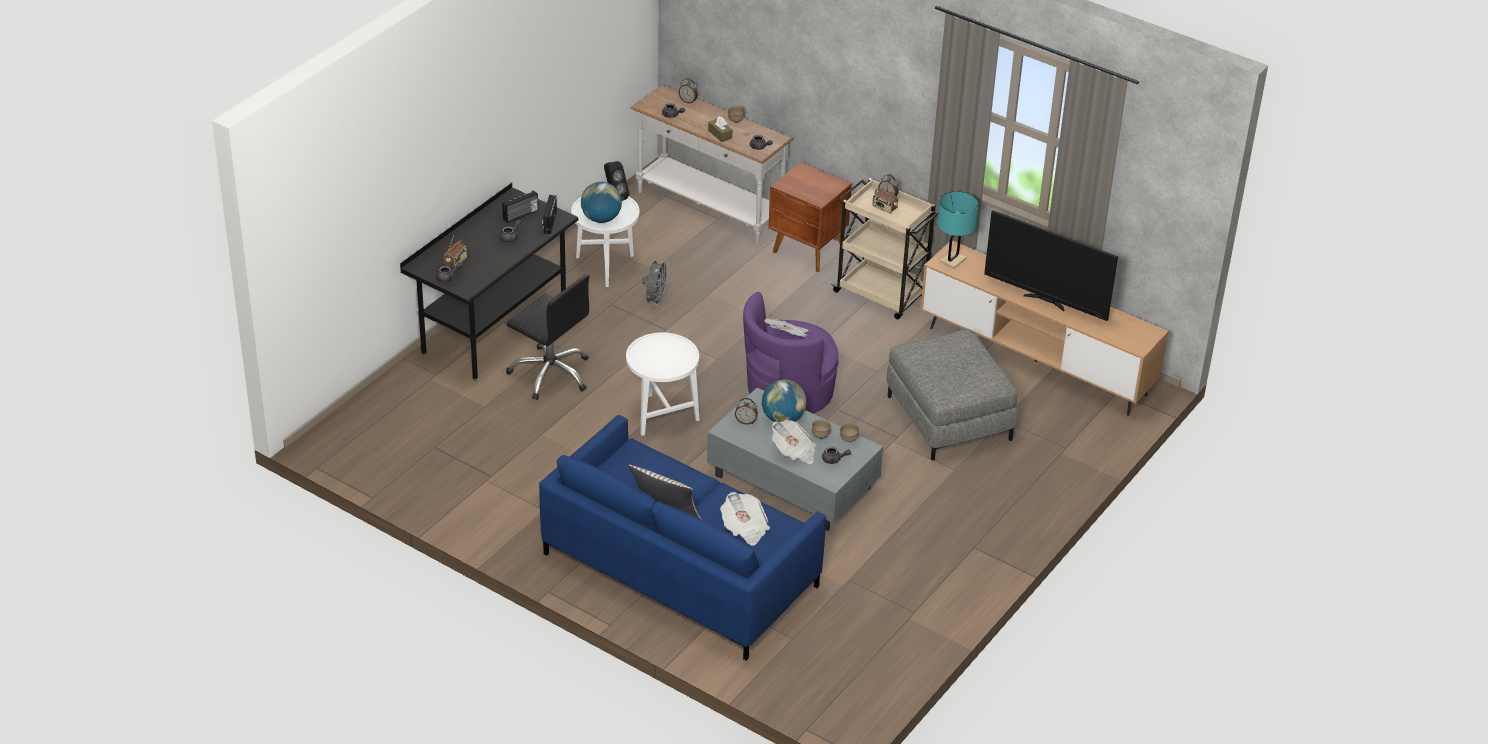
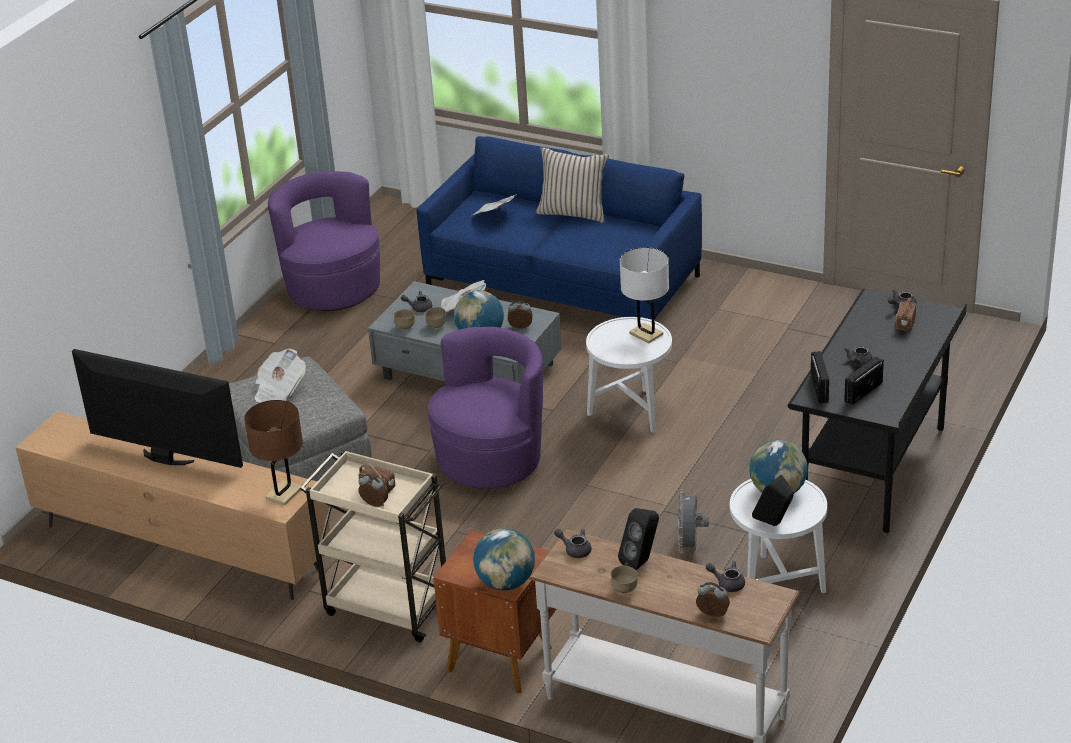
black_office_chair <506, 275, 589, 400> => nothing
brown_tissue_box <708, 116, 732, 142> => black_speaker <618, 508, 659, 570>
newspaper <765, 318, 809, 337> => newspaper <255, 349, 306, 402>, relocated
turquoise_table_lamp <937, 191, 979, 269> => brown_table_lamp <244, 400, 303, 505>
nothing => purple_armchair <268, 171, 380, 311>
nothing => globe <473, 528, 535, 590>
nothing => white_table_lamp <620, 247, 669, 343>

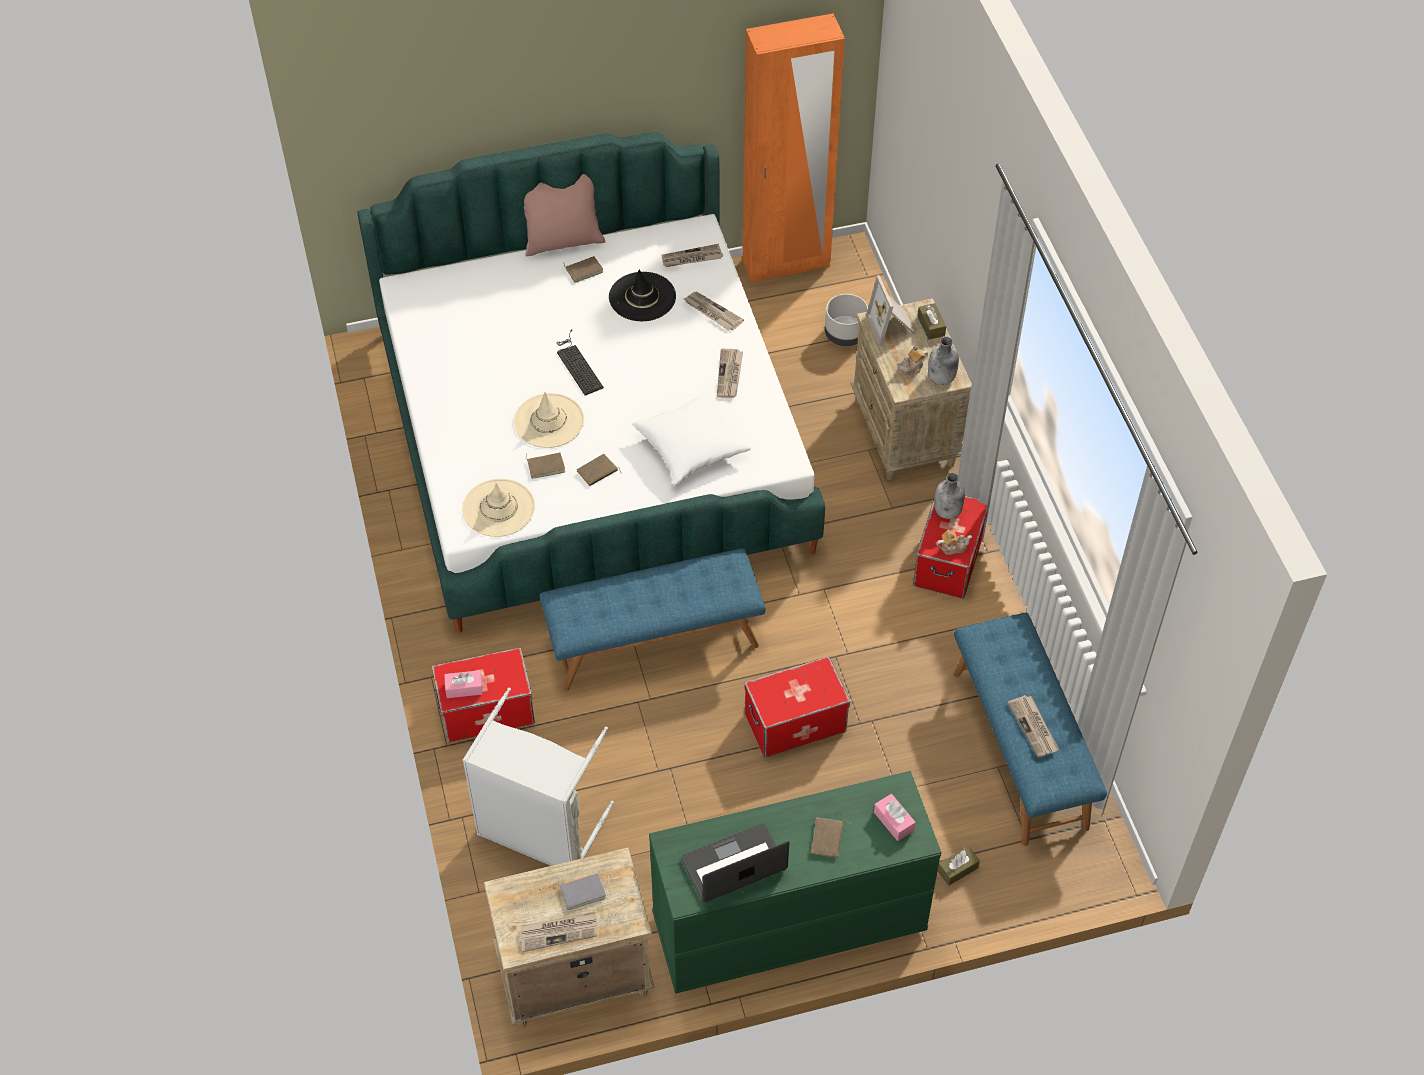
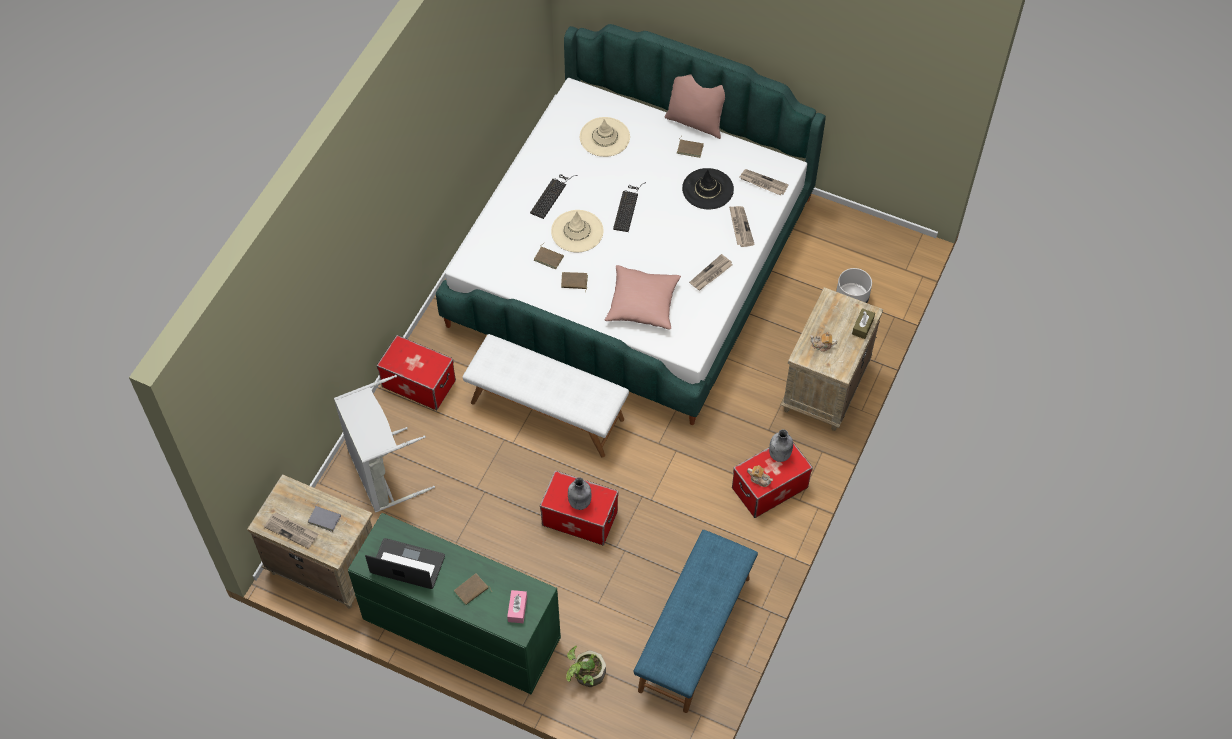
pink_tissue_box <444, 670, 483, 698> => nothing
beige_hat <462, 479, 535, 537> => beige_hat <580, 117, 630, 157>, relocated
blue_bench <539, 548, 766, 691> => white_bench <463, 334, 629, 458>
white_pillow <632, 392, 751, 486> => pink_pillow <605, 265, 681, 330>
orange_wardrobe <743, 13, 845, 283> => nothing
picture_frame <866, 275, 916, 346> => nothing
grey_bottle <928, 337, 959, 385> => grey_bottle <568, 478, 592, 510>, relocated
brown_tissue_box <938, 846, 980, 886> => potted_plant <566, 645, 606, 687>
newspaper <1007, 695, 1059, 757> => nothing
nothing => keyboard <530, 174, 578, 219>

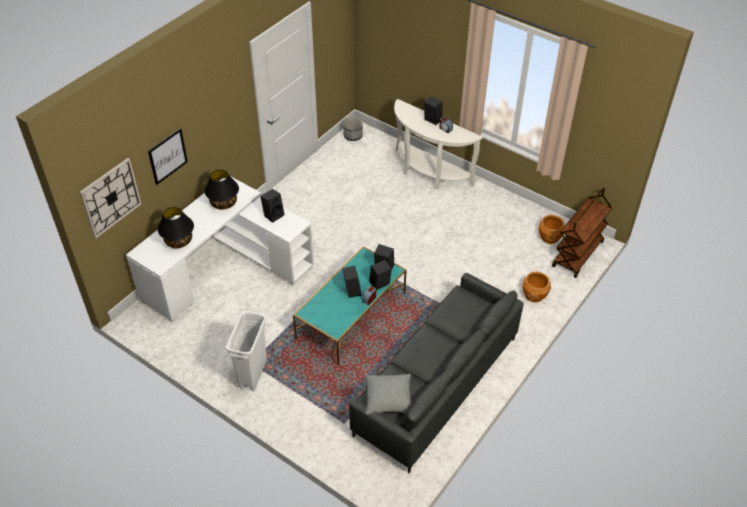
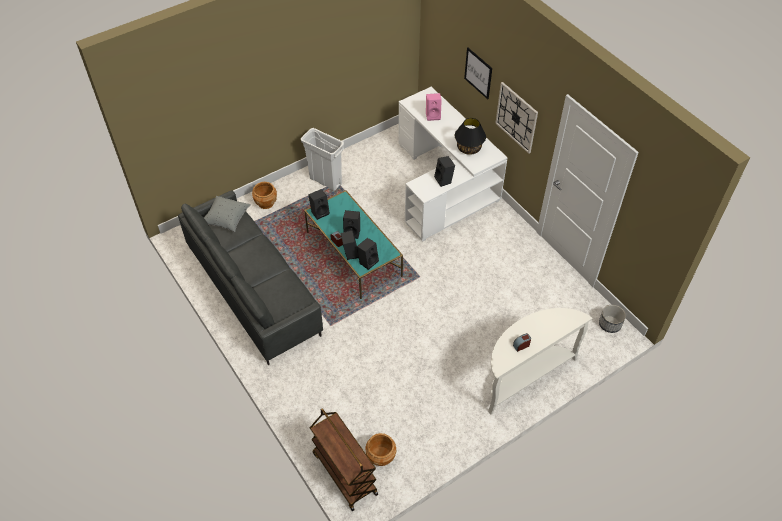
wall_clock <80, 158, 141, 238> => wall_clock <495, 82, 538, 154>, relocated
black_table_lamp <158, 207, 194, 248> => pink_speaker <426, 93, 442, 121>
black_speaker <424, 96, 443, 125> => black_speaker <308, 189, 330, 220>, relocated
brown_planter <523, 272, 551, 302> => brown_planter <252, 182, 277, 209>, relocated

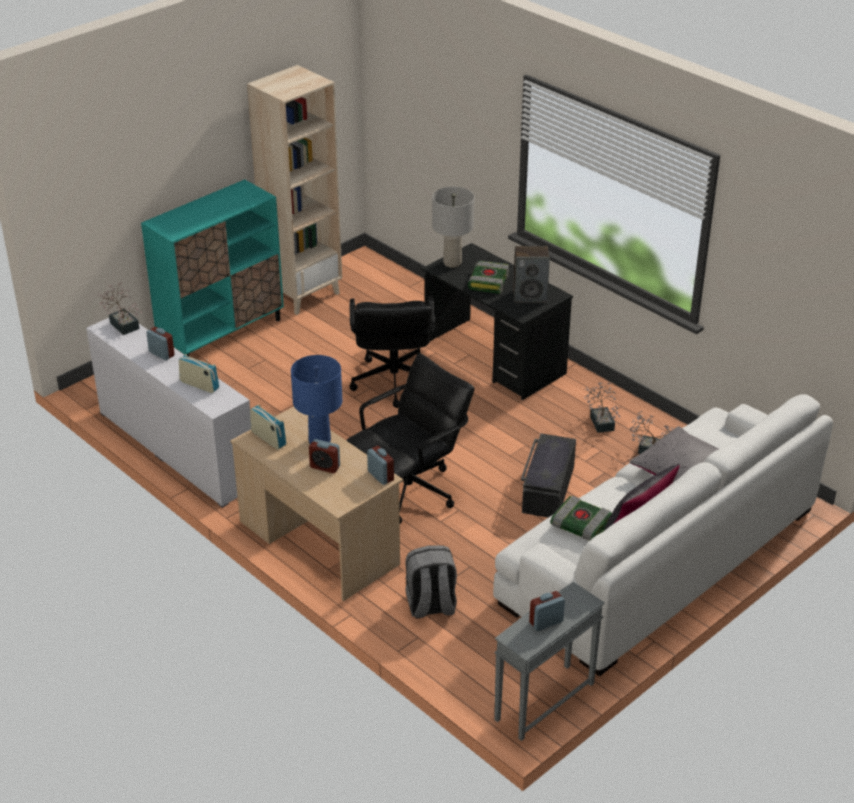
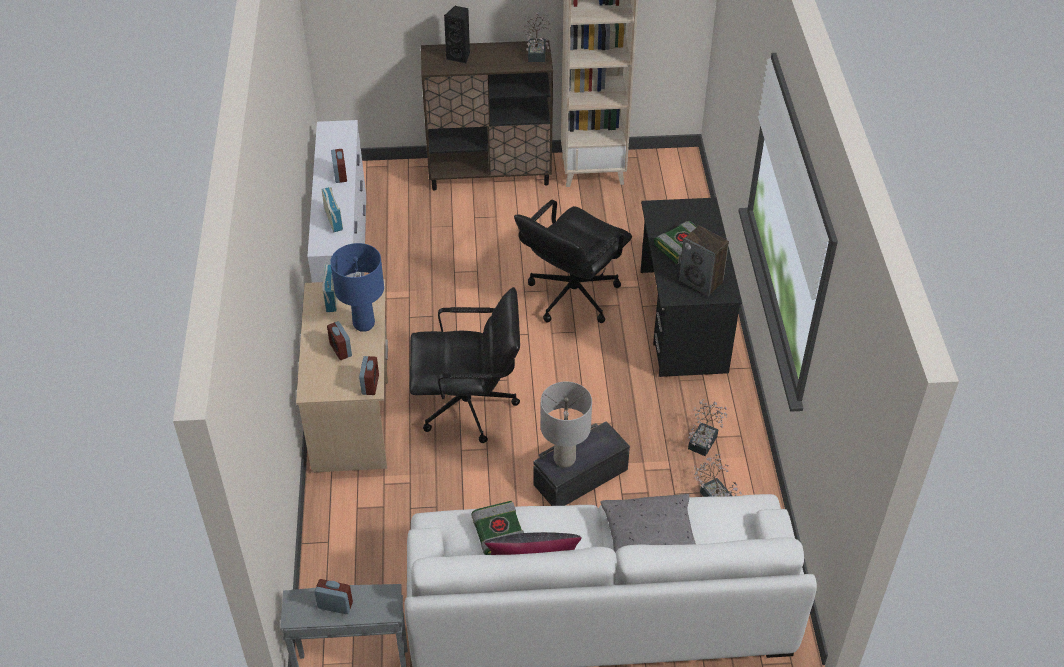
potted_plant <98, 283, 142, 335> => potted_plant <521, 12, 551, 62>, relocated
turquoise_cabinet <141, 179, 284, 356> => brown_cabinet <421, 40, 553, 190>
grey_backpack <405, 545, 457, 619> => nothing
grey_table_lamp <432, 187, 475, 268> => grey_table_lamp <540, 381, 592, 468>, relocated
nothing => black_speaker <444, 6, 470, 64>

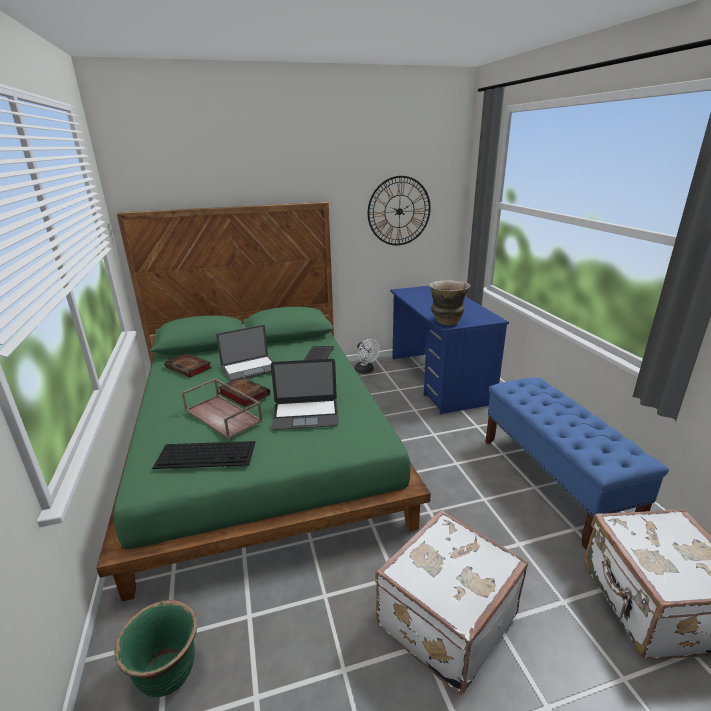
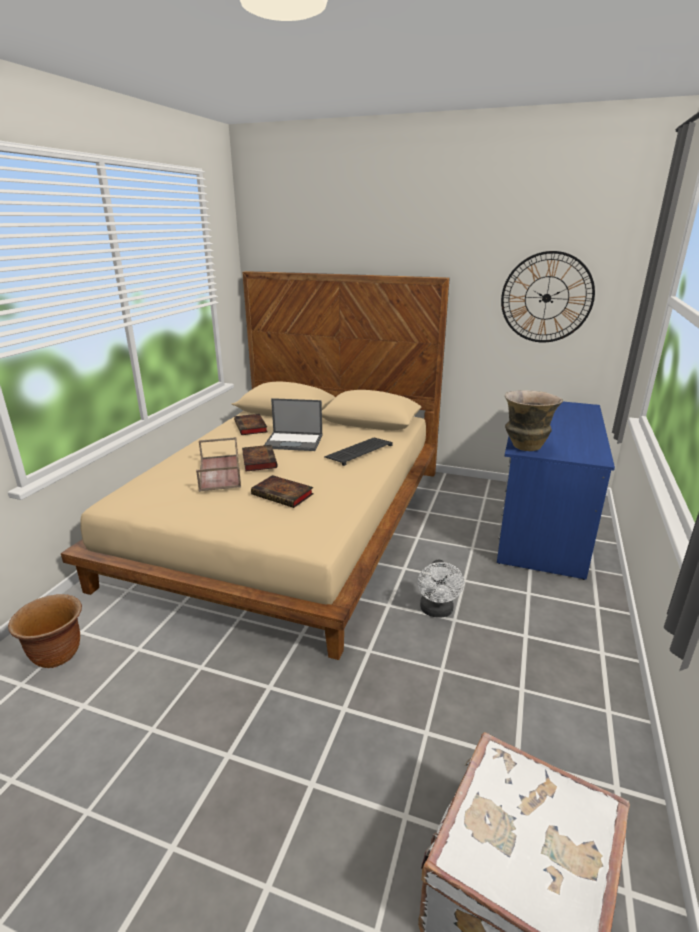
green_bed <96, 202, 431, 602> => beige_bed <61, 271, 450, 660>
green_planter <114, 600, 197, 697> => brown_planter <8, 594, 82, 668>
keyboard <152, 441, 256, 469> => nothing
laptop <271, 359, 339, 430> => book <251, 475, 314, 508>
white_fan <355, 339, 380, 374> => white_fan <418, 560, 464, 618>, relocated
white_suitcase <375, 510, 528, 694> => nothing
blue_bench <486, 377, 669, 549> => nothing

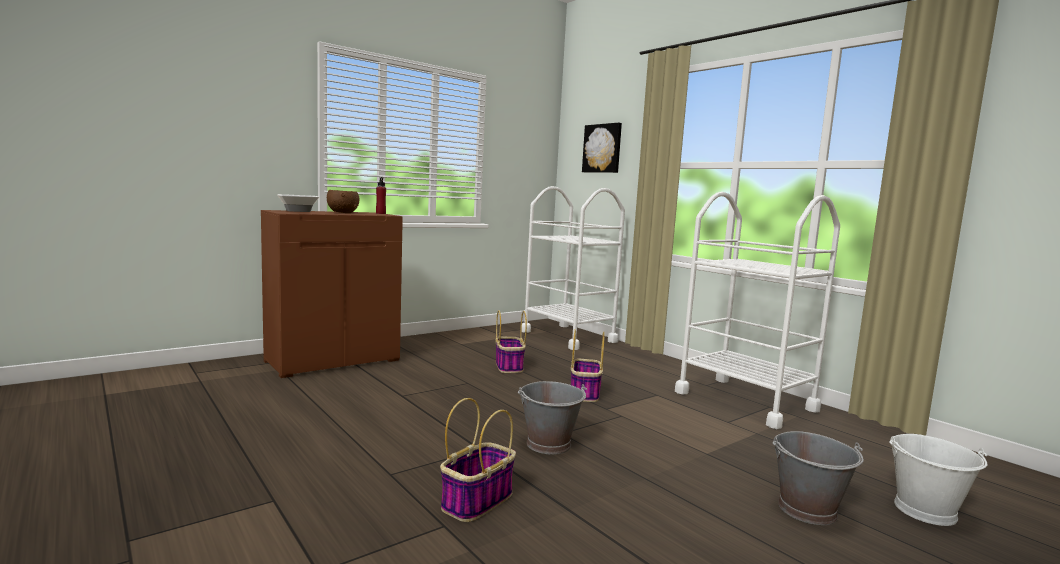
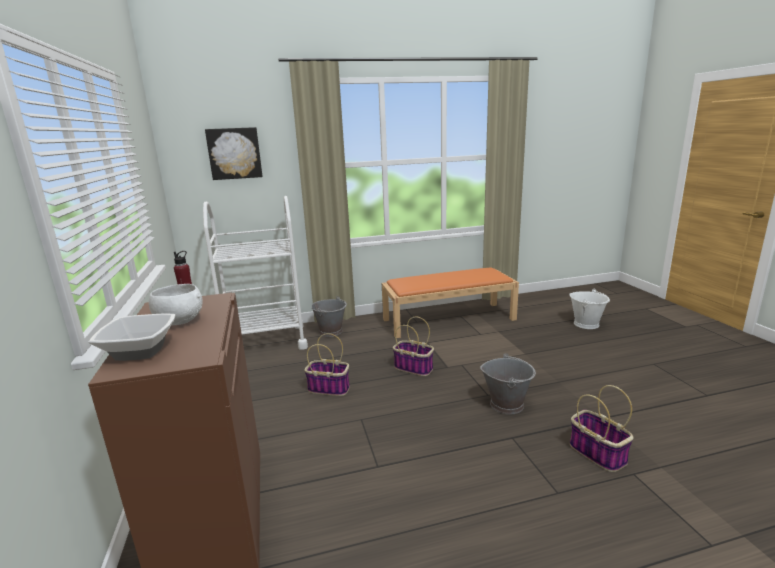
brown_bowl <327, 190, 360, 213> => white_bowl <149, 284, 203, 325>
white_cart <675, 192, 840, 429> => orange_bench <382, 267, 519, 338>
grey_bucket <772, 431, 864, 525> => grey_bucket <311, 296, 347, 337>, relocated

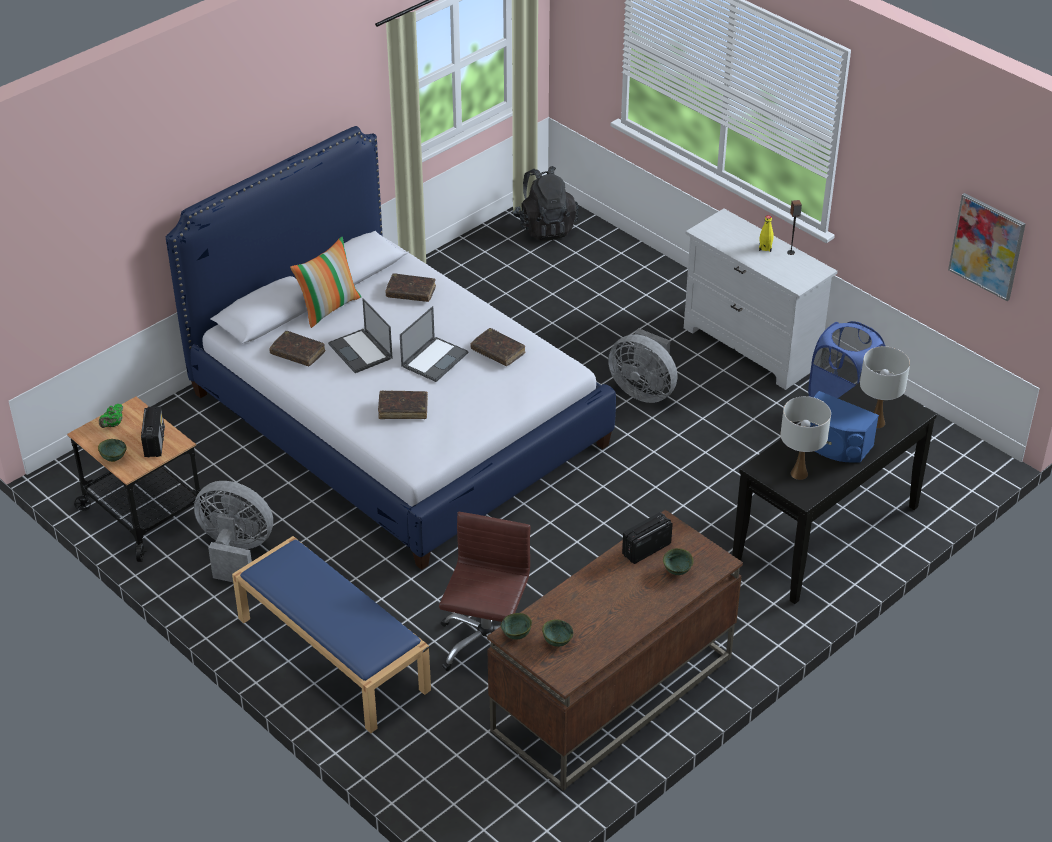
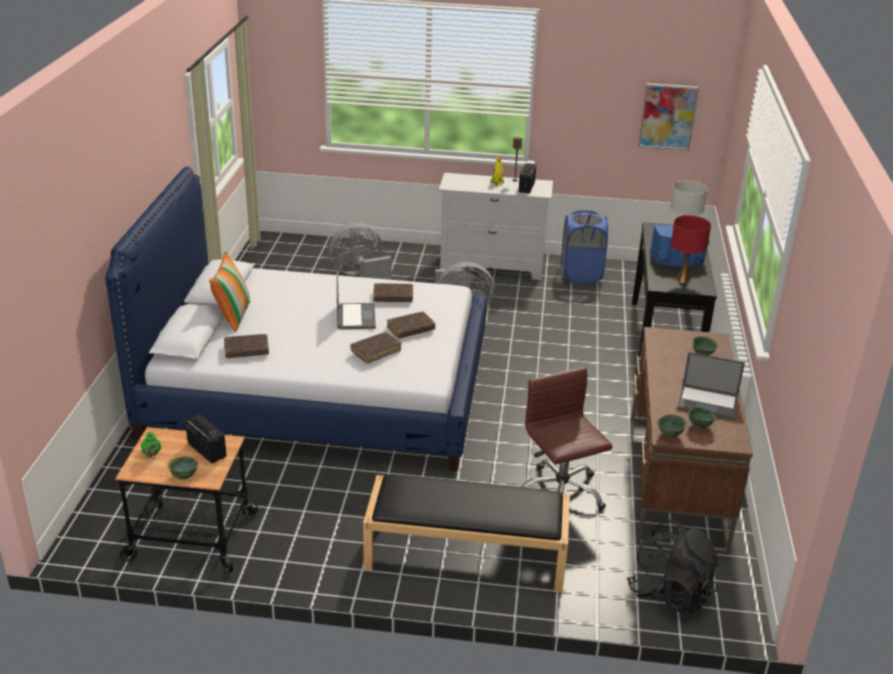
grey_fan <194, 481, 273, 582> => grey_fan <328, 223, 391, 280>, relocated
blue_bench <232, 536, 431, 733> => black_bench <363, 474, 570, 592>
laptop <328, 298, 392, 373> => laptop <677, 352, 745, 420>, relocated
brown_book <385, 273, 436, 302> => brown_book <387, 312, 436, 338>, relocated
black_backpack <513, 166, 578, 241> => black_backpack <627, 519, 721, 614>, relocated
radio <622, 512, 673, 564> => radio <518, 163, 536, 194>, relocated
white_table_lamp <781, 396, 831, 480> => red_table_lamp <671, 215, 711, 283>

